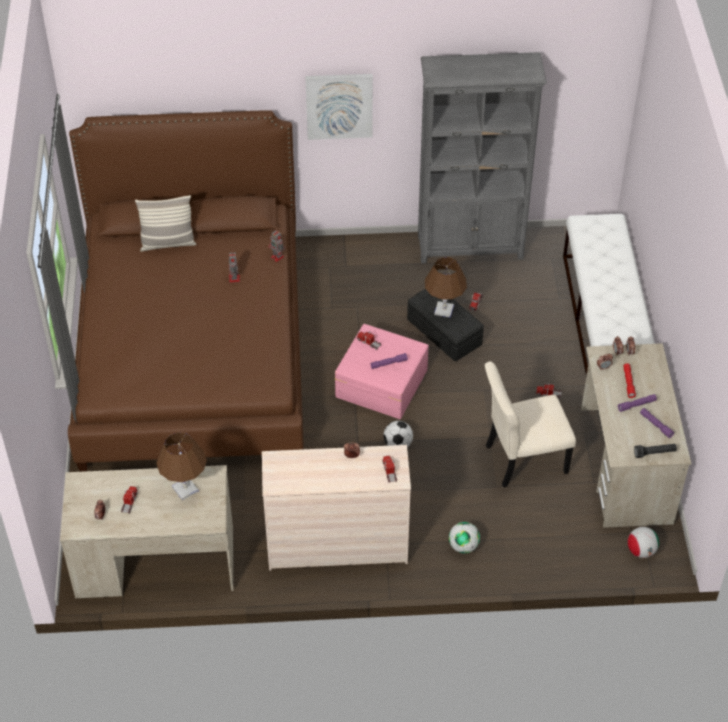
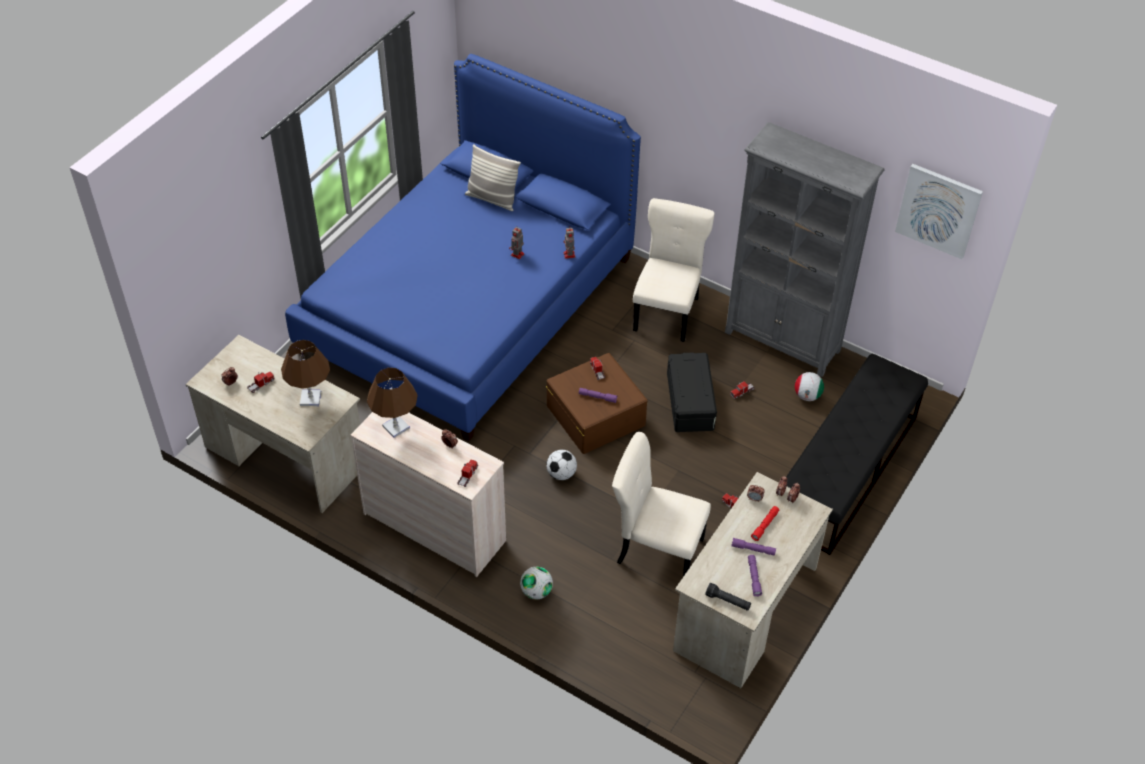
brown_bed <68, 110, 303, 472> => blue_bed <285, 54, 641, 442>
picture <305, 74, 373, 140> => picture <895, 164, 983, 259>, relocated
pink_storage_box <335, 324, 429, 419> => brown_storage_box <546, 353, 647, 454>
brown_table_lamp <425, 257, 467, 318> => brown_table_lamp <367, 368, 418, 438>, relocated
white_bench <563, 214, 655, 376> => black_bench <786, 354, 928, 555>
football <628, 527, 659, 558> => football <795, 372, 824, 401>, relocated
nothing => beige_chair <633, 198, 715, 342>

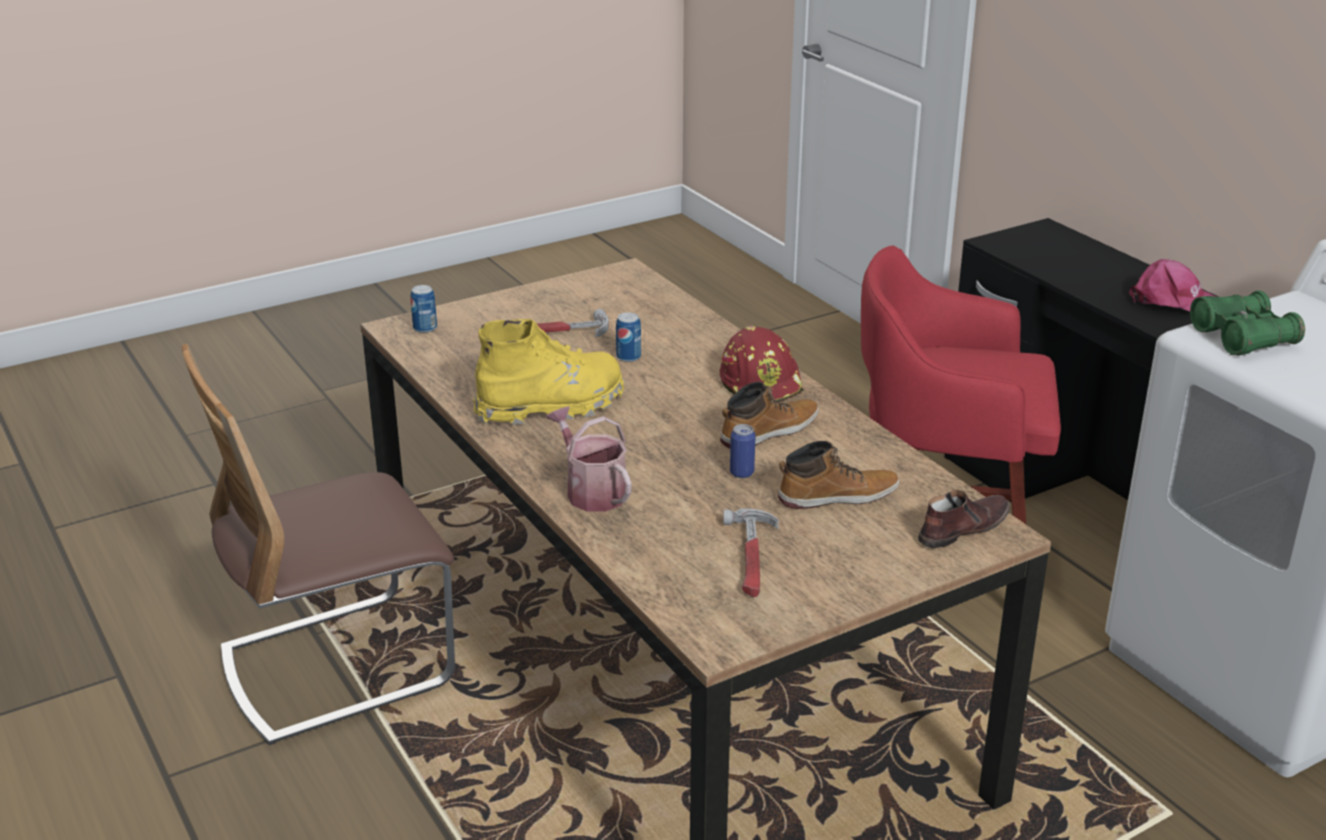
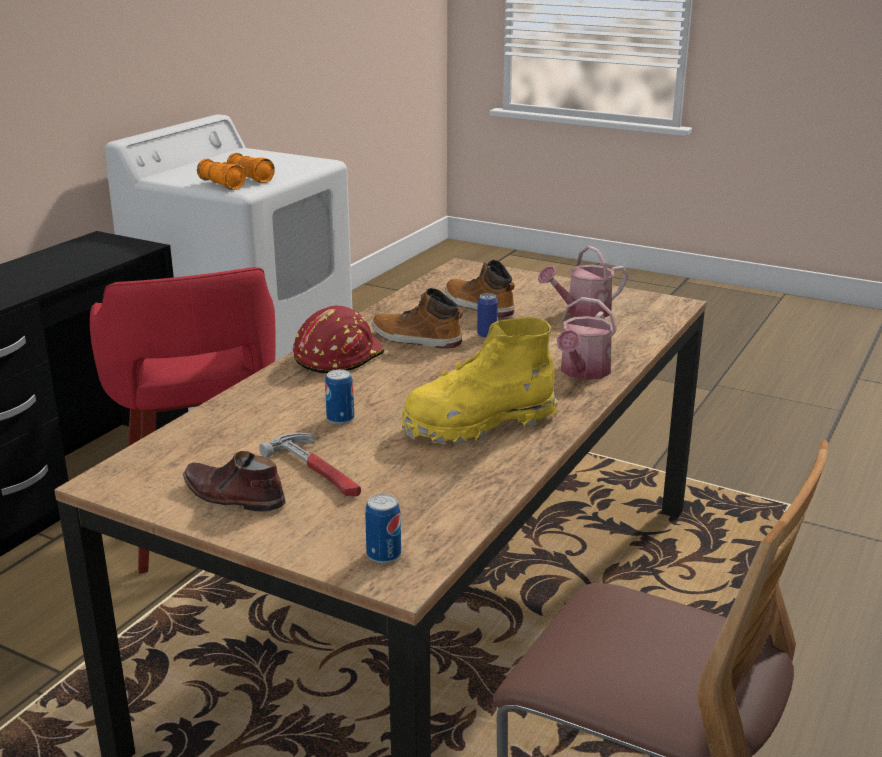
yellow_boot <473, 319, 624, 426> => yellow_boot <401, 317, 558, 445>, 60 degrees counterclockwise
hammer <723, 509, 779, 597> => watering_can <538, 246, 628, 317>
brown_shoe <918, 490, 1010, 548> => brown_shoe <183, 451, 286, 512>, relocated
pink_cap <1129, 259, 1217, 311> => nothing
green_binoculars <1190, 291, 1305, 356> => orange_binoculars <197, 153, 275, 190>

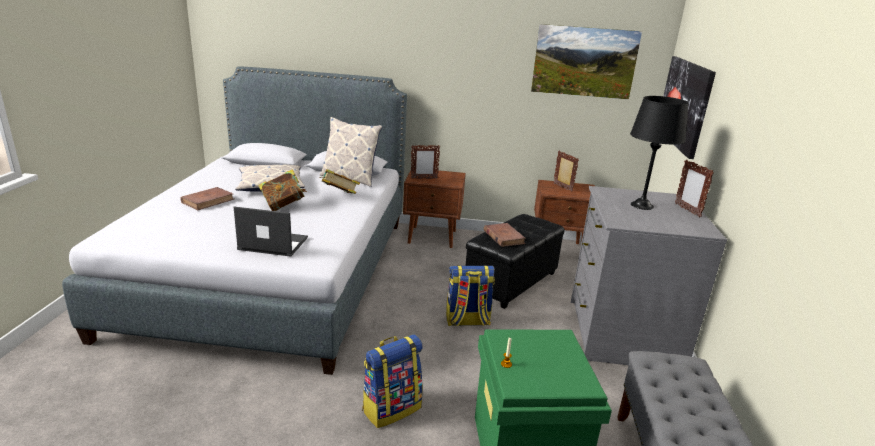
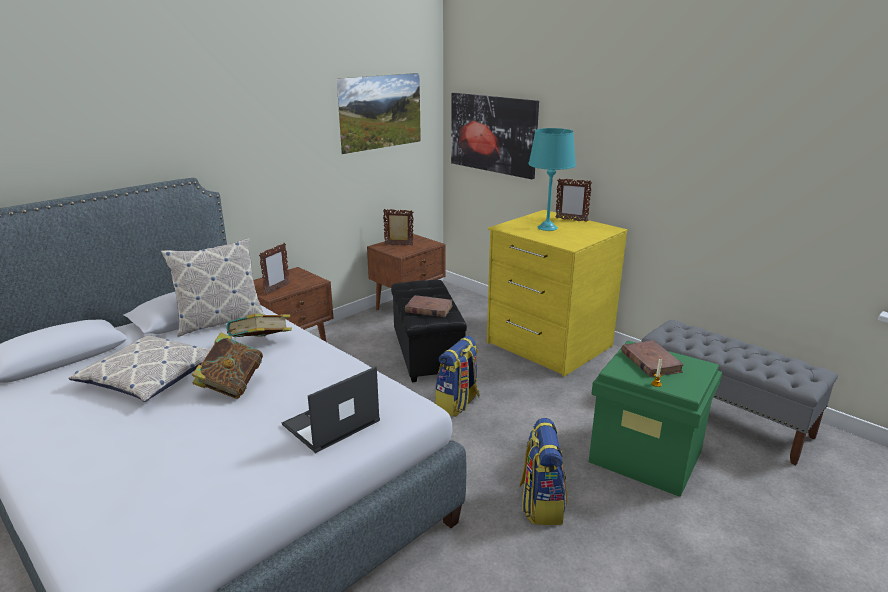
brown_book <180, 187, 234, 210> => brown_book <621, 341, 684, 377>, relocated
grey_dresser <571, 186, 727, 365> => yellow_dresser <487, 210, 627, 377>
black_table_lamp <630, 96, 689, 210> => turquoise_table_lamp <528, 128, 576, 231>

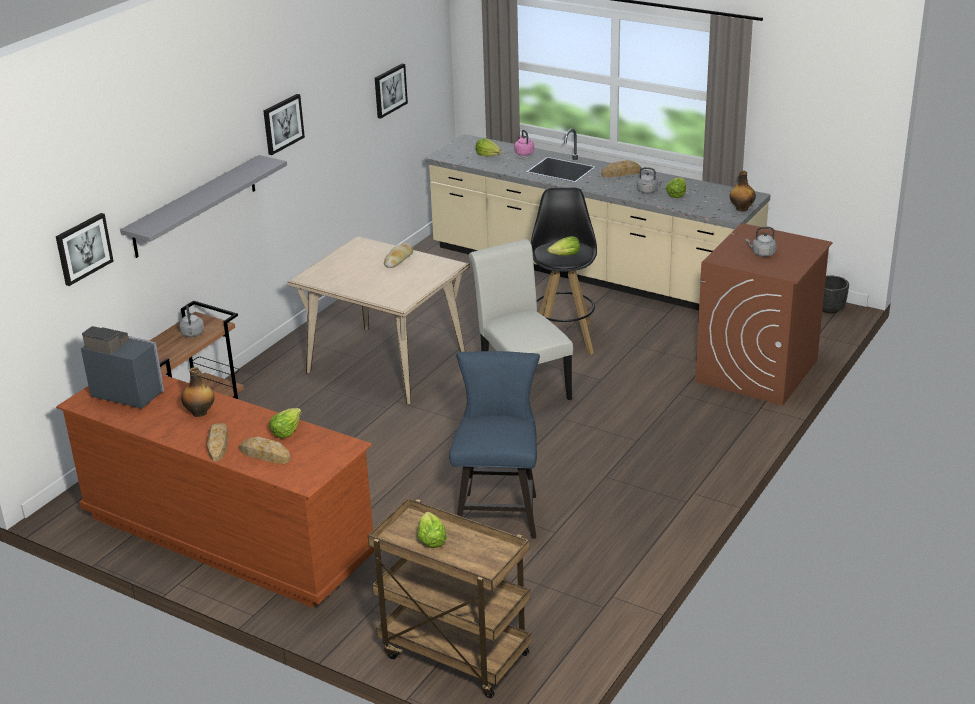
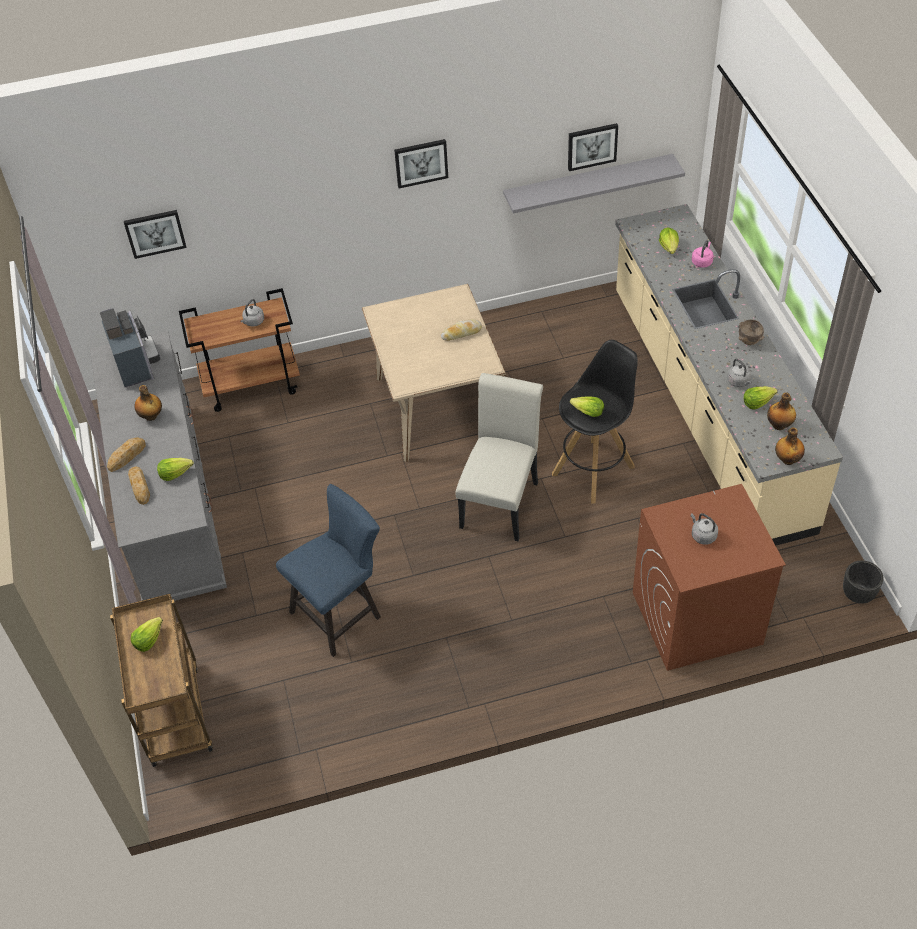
brown_dresser <56, 374, 374, 608> => grey_dresser <90, 331, 227, 601>
grey_shelf <120, 155, 287, 258> => grey_shelf <503, 154, 685, 213>, relocated
bread <602, 160, 641, 177> => brown_bowl <738, 320, 764, 345>
nothing => bottle <767, 392, 796, 430>

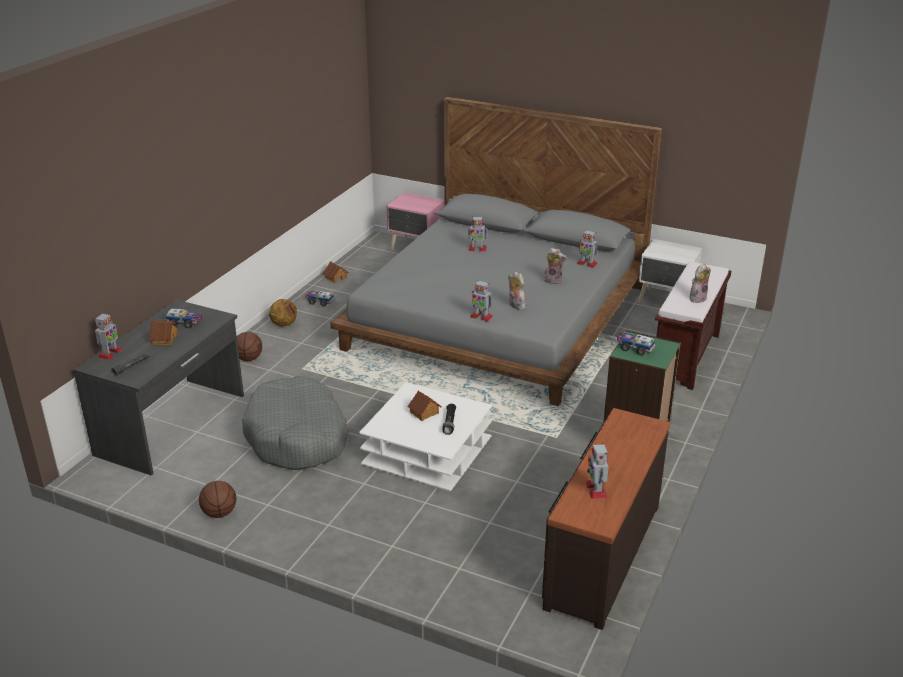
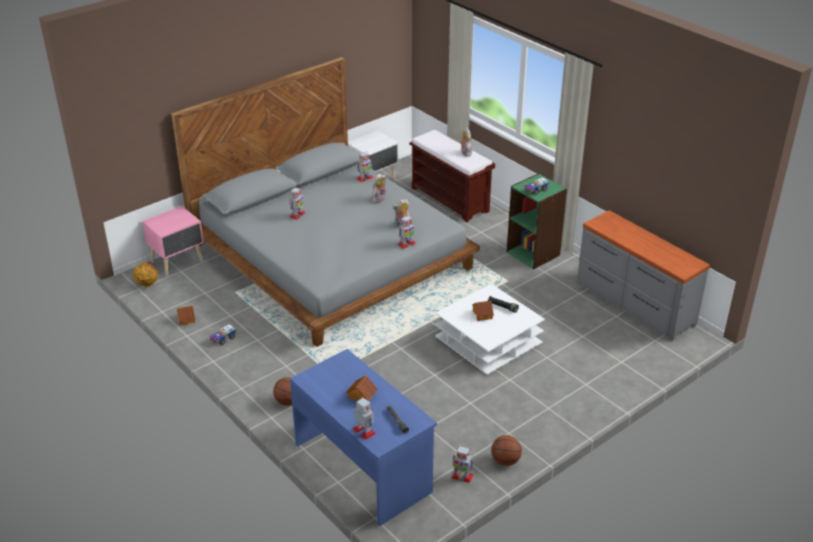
grey_desk <73, 300, 244, 476> => blue_desk <290, 349, 437, 527>
toy_truck <165, 308, 202, 329> => nothing
grey_dog_bed <242, 376, 349, 470> => nothing
basketball <269, 299, 297, 327> => basketball <133, 263, 158, 287>, relocated
brown_dresser <542, 408, 670, 630> => grey_dresser <577, 210, 710, 341>
toy_robot <586, 442, 609, 499> => toy_robot <452, 446, 473, 483>, relocated

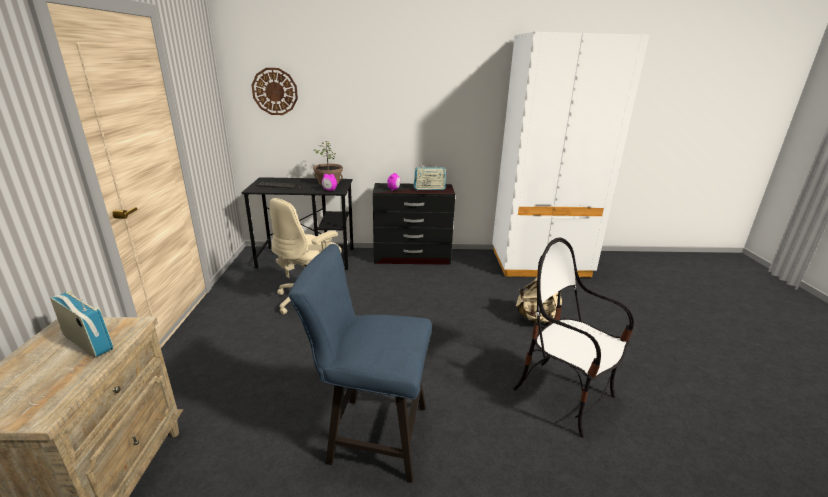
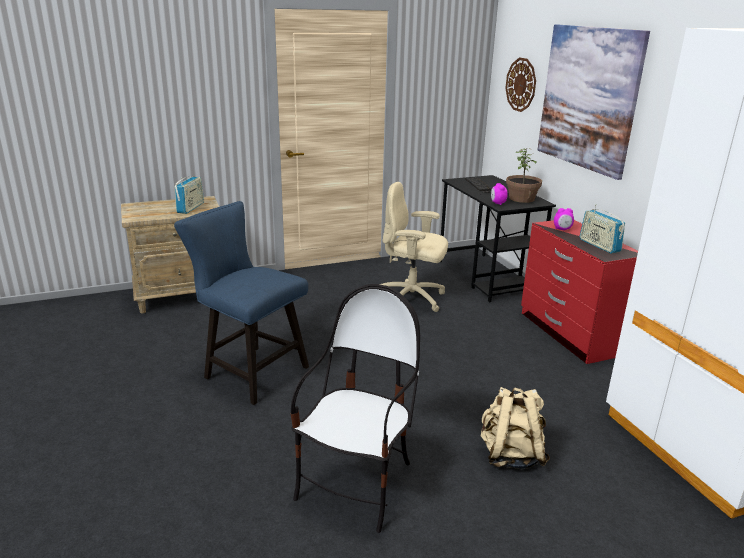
blue_chair <289, 244, 432, 483> => blue_chair <174, 201, 309, 405>, 45 degrees counterclockwise
black_dresser <373, 183, 455, 265> => red_dresser <521, 220, 638, 364>
nothing => picture <537, 24, 650, 180>

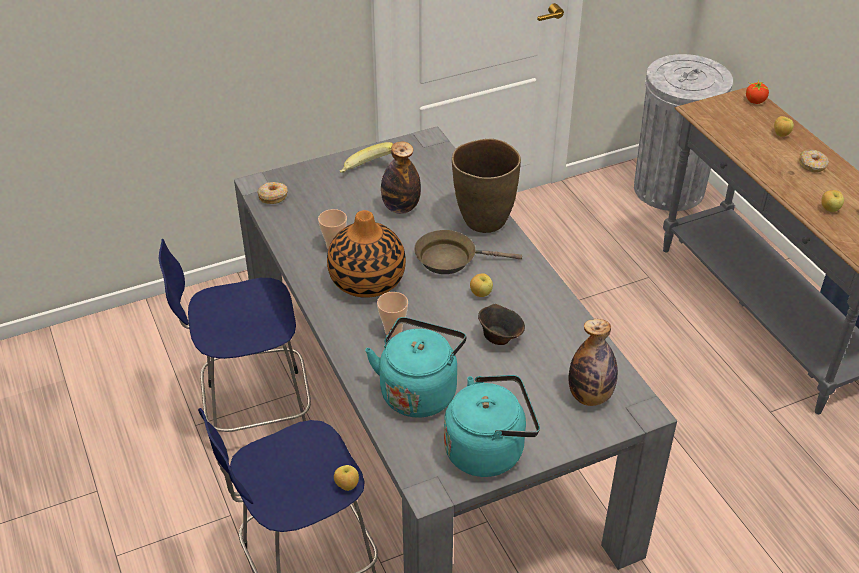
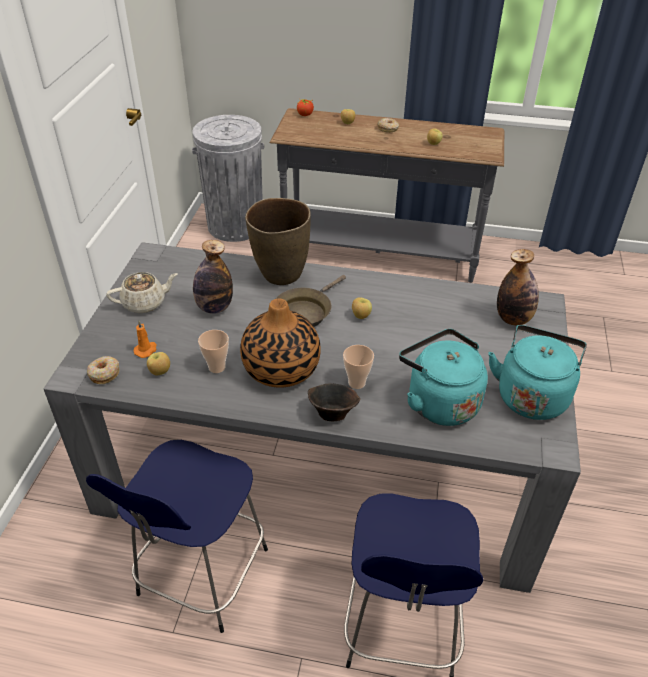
apple <334, 465, 359, 491> => apple <147, 352, 170, 375>, relocated
banana <340, 142, 393, 173> => beige_teapot <106, 272, 177, 313>
brown_bowl <478, 304, 525, 345> => brown_bowl <308, 384, 361, 421>, relocated
nothing => orange_candle <133, 321, 156, 358>

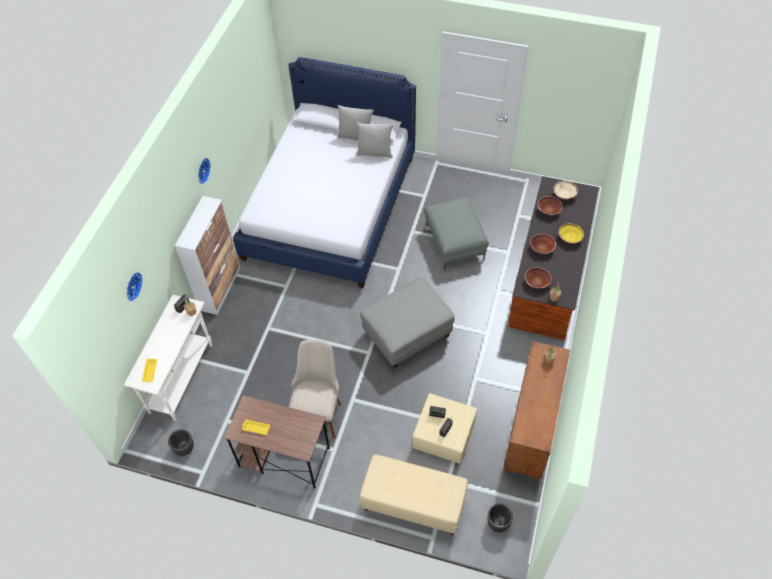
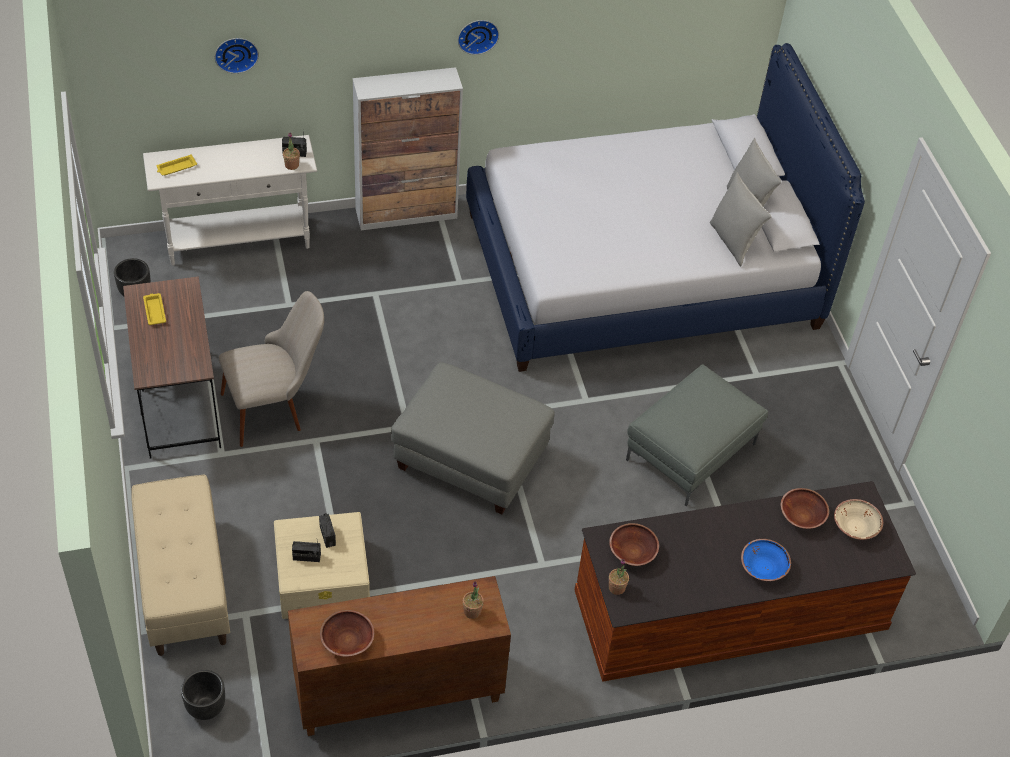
brown_bowl <530, 234, 556, 254> => brown_bowl <320, 610, 374, 657>, relocated
yellow_bowl <559, 223, 584, 244> => blue_bowl <741, 539, 791, 581>

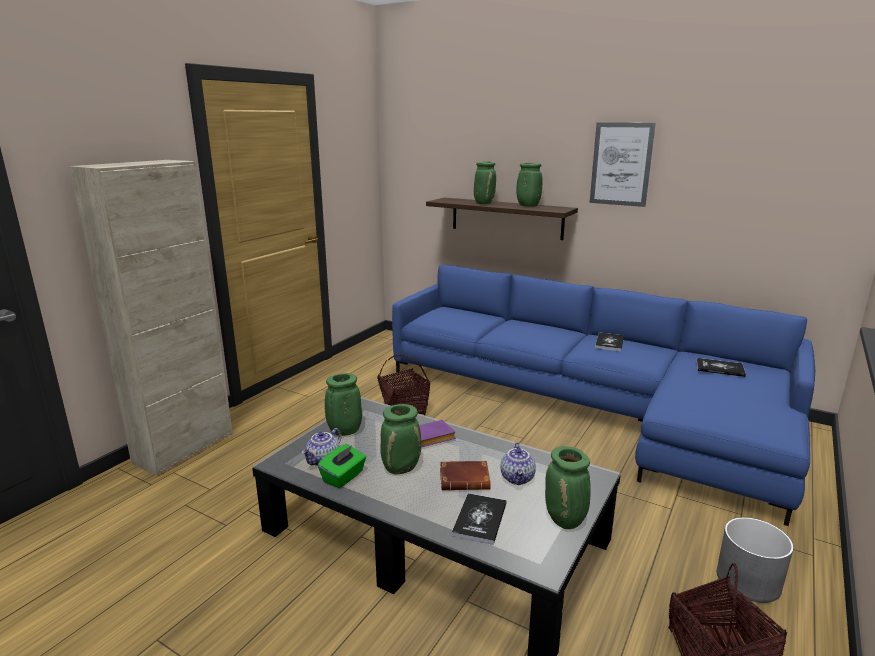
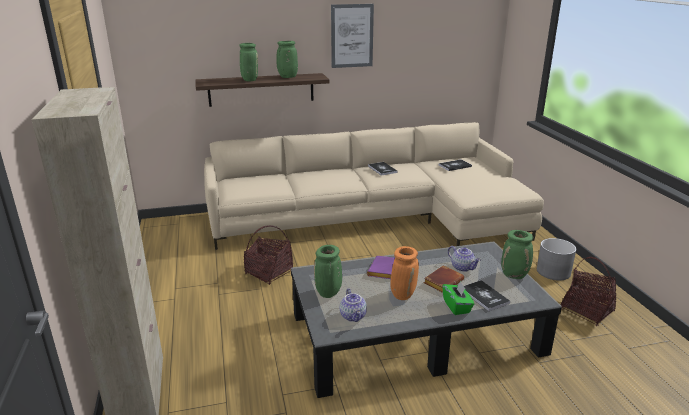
green_tissue_box <318, 444, 366, 488> => green_tissue_box <442, 281, 474, 315>, relocated
green_vase <380, 404, 421, 474> => orange_vase <390, 246, 419, 300>
blue_sofa <392, 265, 815, 526> => beige_sofa <204, 122, 544, 250>

